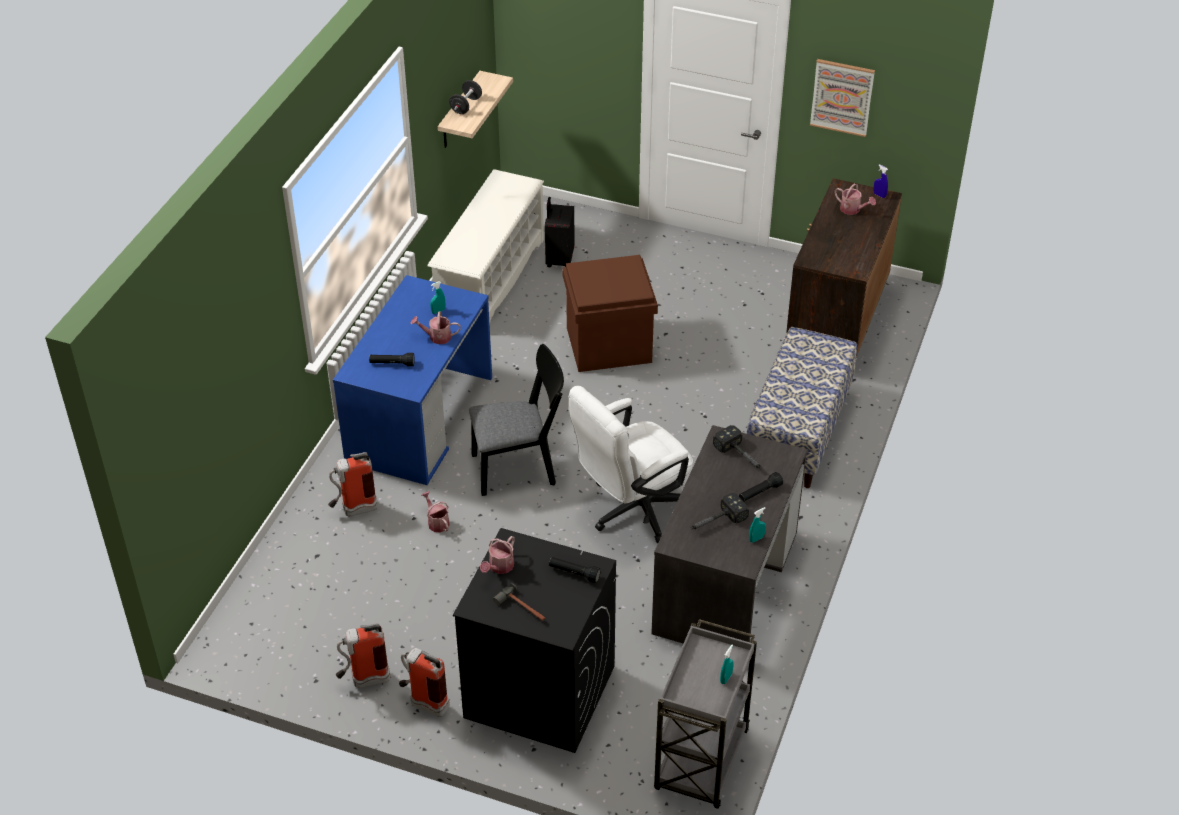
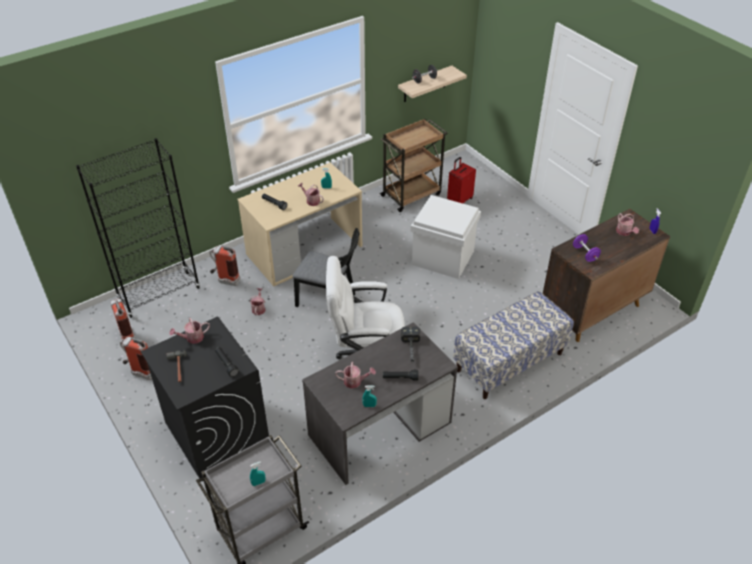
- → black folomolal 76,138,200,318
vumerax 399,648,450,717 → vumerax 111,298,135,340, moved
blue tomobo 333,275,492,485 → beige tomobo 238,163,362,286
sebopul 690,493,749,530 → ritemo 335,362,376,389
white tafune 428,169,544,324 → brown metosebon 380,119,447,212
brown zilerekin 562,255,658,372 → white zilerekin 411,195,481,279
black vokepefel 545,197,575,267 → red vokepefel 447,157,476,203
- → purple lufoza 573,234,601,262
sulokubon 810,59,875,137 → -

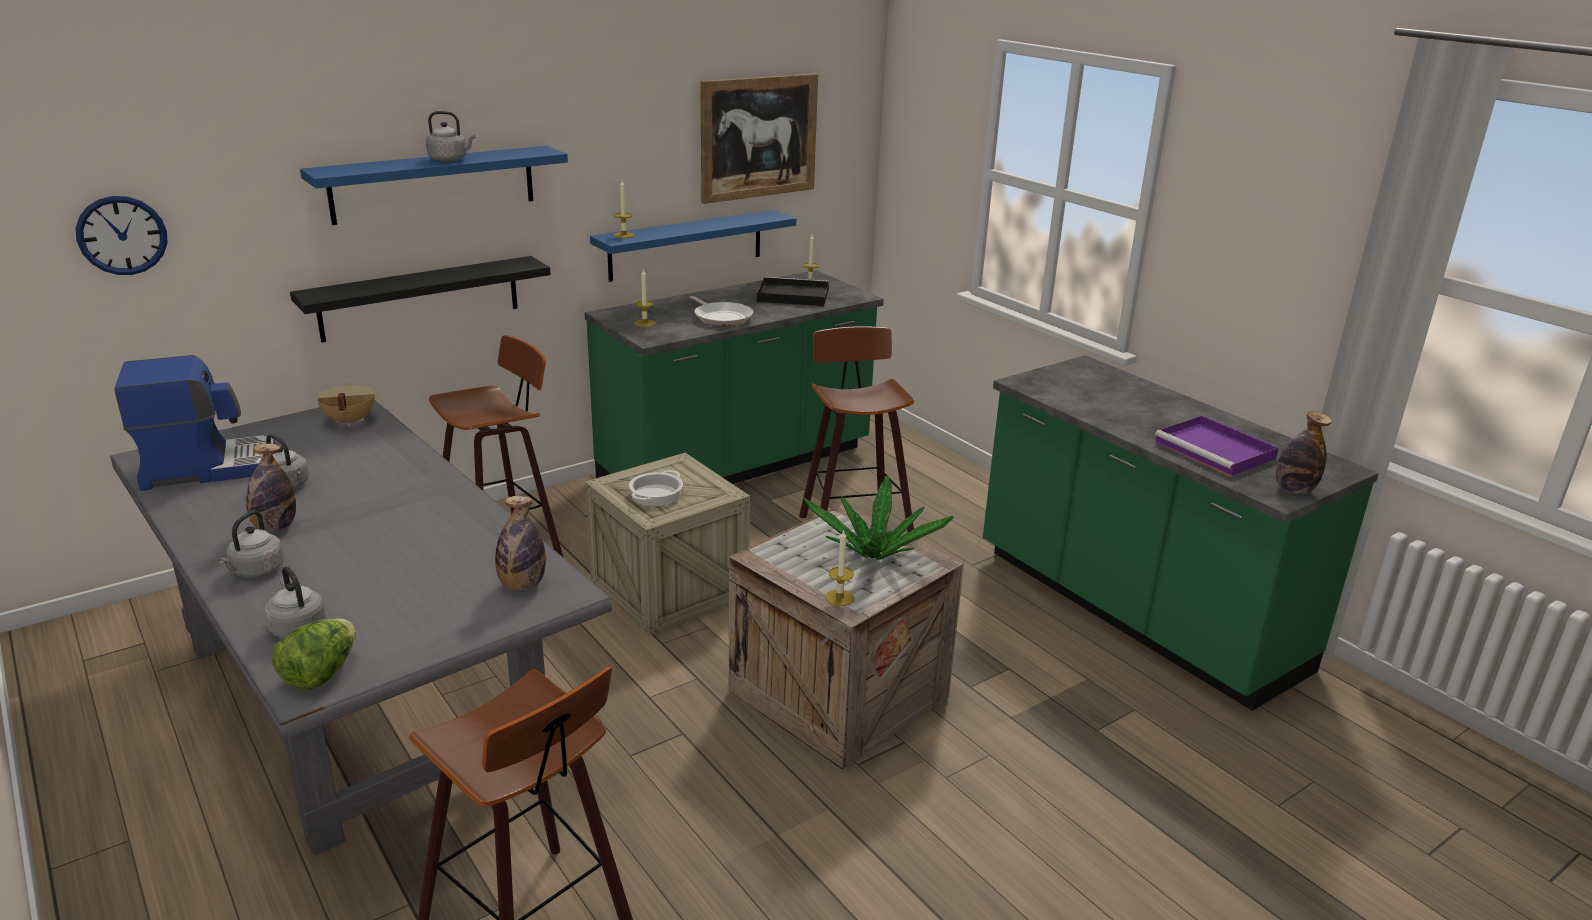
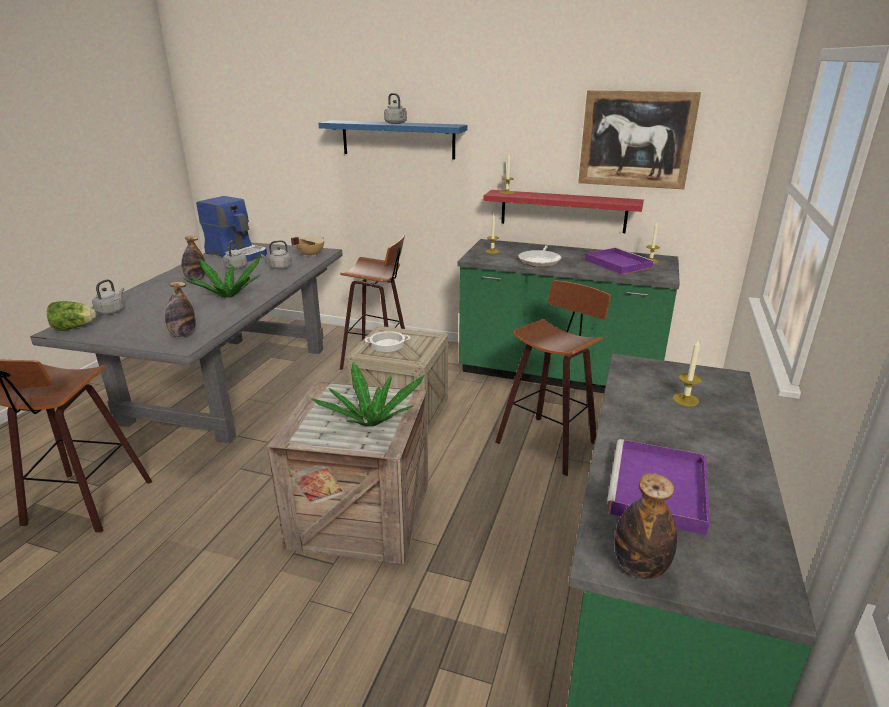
- → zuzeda 184,257,261,298
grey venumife 218,510,284,578 → grey venumife 261,240,292,269, moved
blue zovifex 590,210,796,282 → red zovifex 483,190,644,233
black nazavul 757,277,829,306 → purple nazavul 585,248,655,275
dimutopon 825,529,854,606 → dimutopon 673,340,702,407, moved
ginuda 76,196,167,275 → -
black zovifex 290,256,551,343 → -

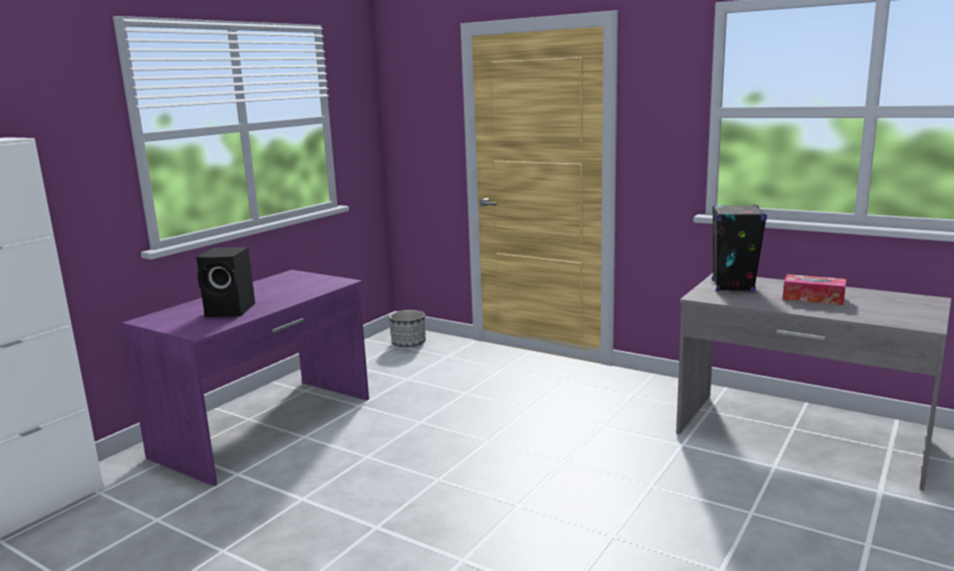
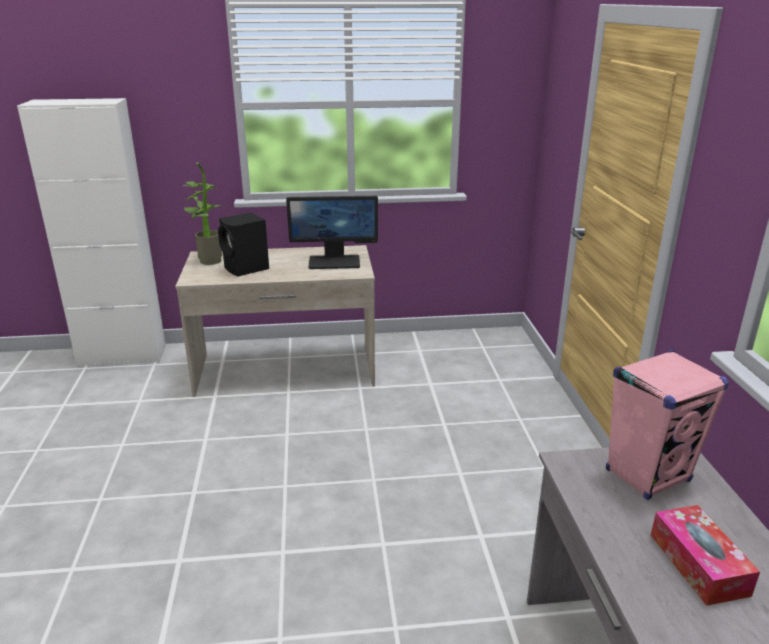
purple tomobo 122,270,369,486 → beige tomobo 175,245,375,397
- → zuzeda 182,162,222,265
- → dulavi 286,196,378,269
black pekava 712,204,767,292 → pink pekava 606,350,729,500
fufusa 389,310,426,347 → -

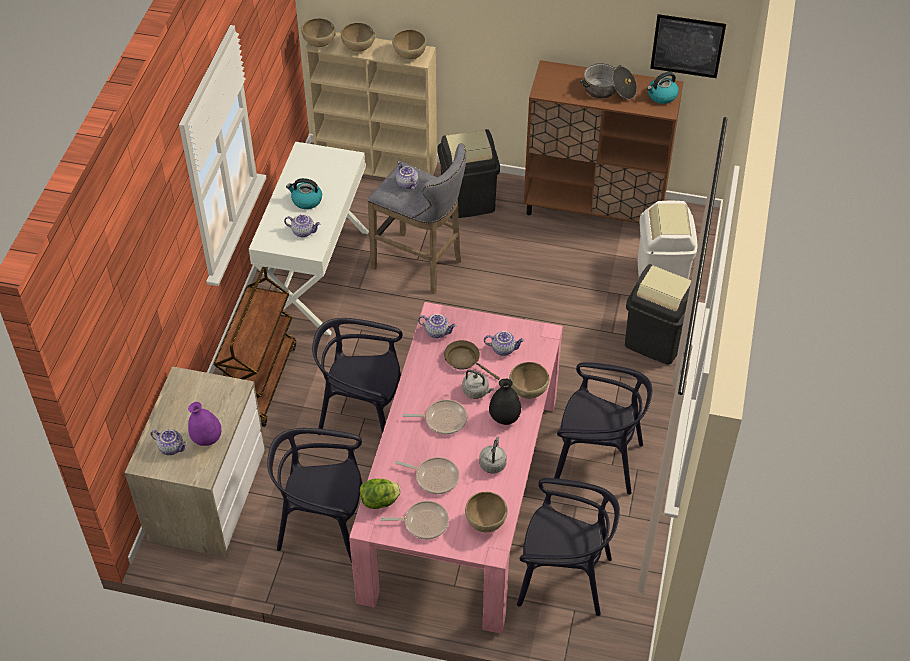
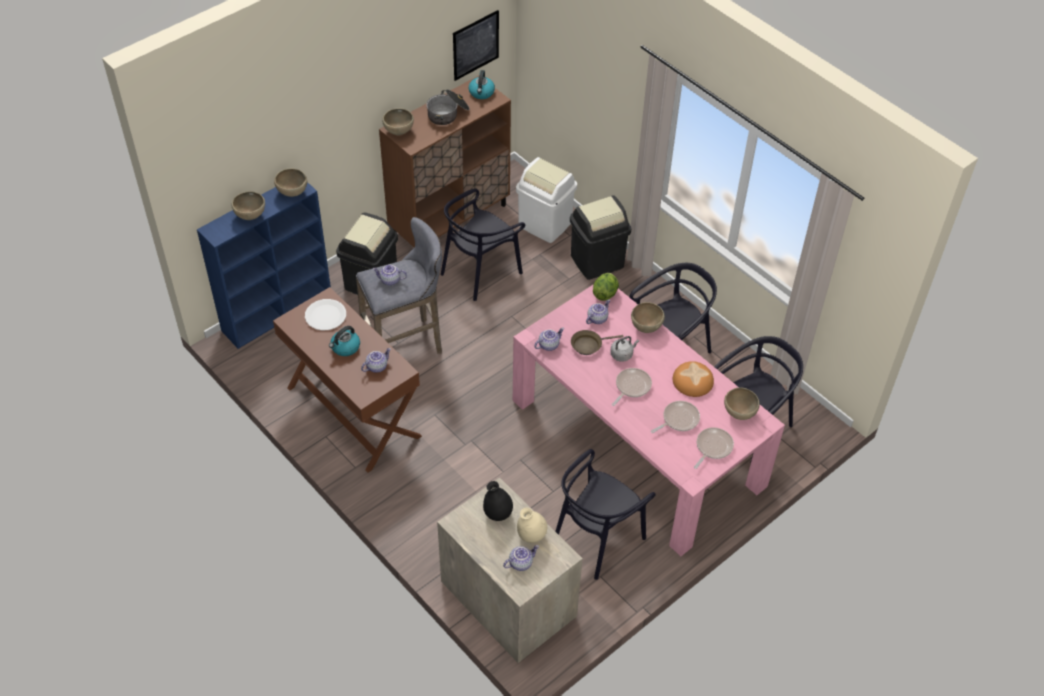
beige folomolal 305,32,437,178 → blue folomolal 197,182,331,349
white tomobo 249,142,369,335 → brown tomobo 273,287,422,472
- → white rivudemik 305,299,346,330
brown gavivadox 301,18,336,47 → brown gavivadox 382,108,414,135, moved
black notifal 312,318,403,435 → black notifal 441,188,525,301, moved
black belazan 489,379,521,425 → black belazan 483,481,513,521, moved
purple belazan 188,402,221,446 → beige belazan 517,508,547,543
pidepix 360,479,401,509 → pidepix 593,273,619,301, moved
grey venumife 479,437,507,474 → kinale 673,361,714,397
brown metosebon 213,267,296,427 → -

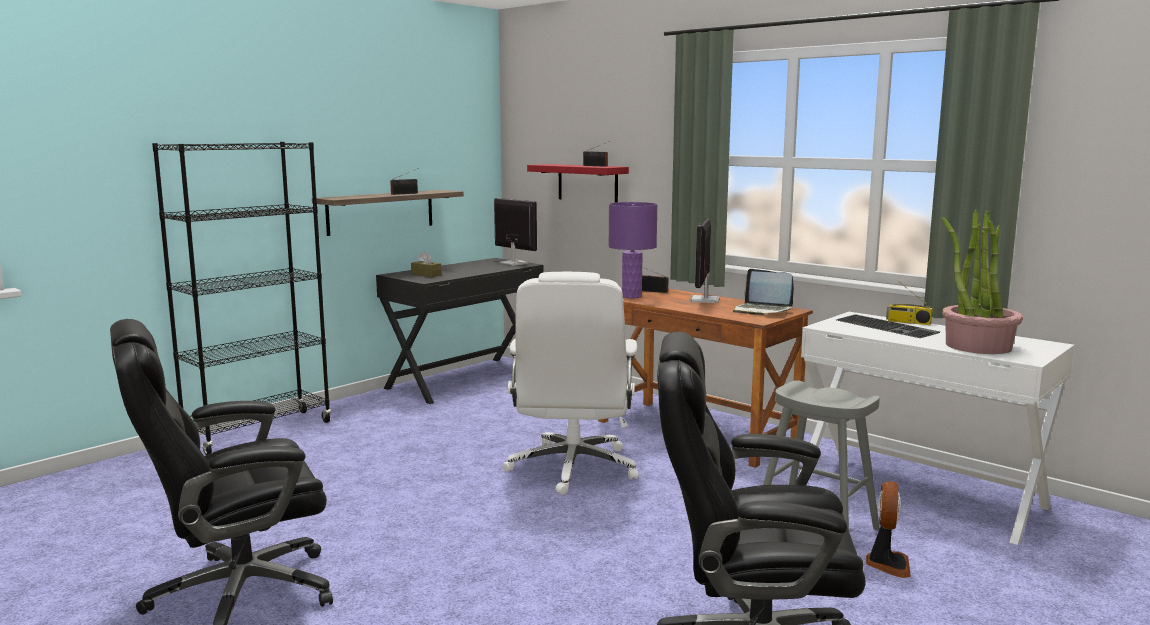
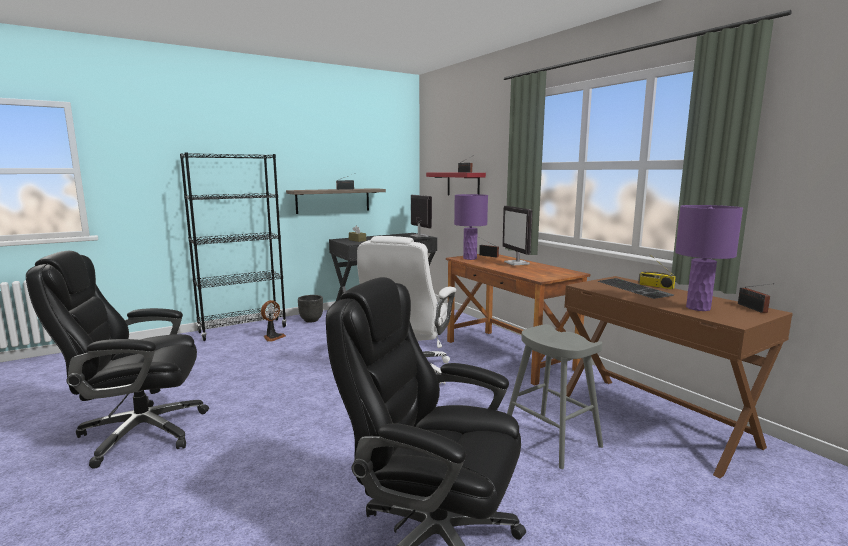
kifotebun 866,481,911,578 → kifotebun 261,300,286,342, moved
- → black fufusa 298,295,323,323
dulavi 689,218,720,303 → dulavi 502,206,532,265, 45 degrees counterclockwise
white tomobo 798,312,1075,545 → brown tomobo 564,276,793,479
zuzeda 942,210,1023,354 → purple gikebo 675,205,743,311
- → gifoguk 738,283,774,313
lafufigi 733,269,794,315 → -

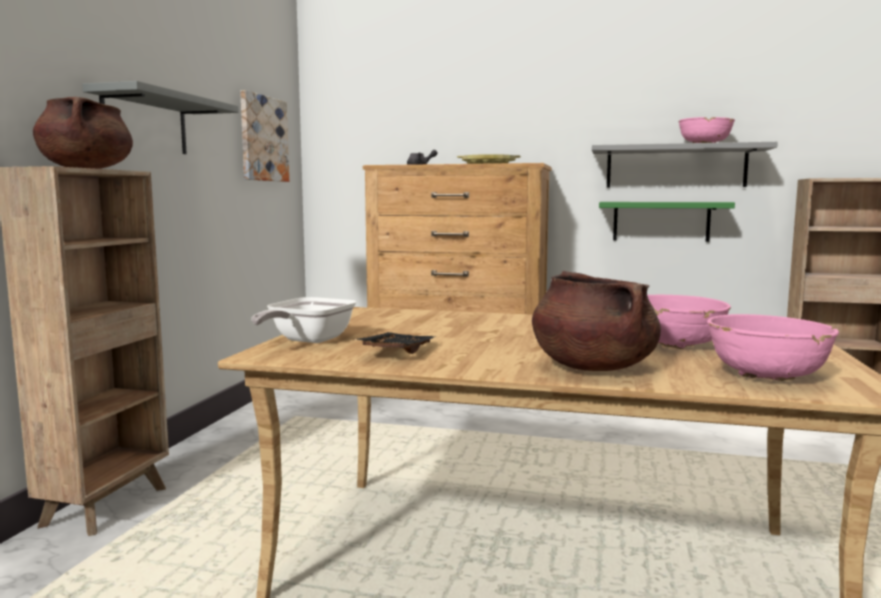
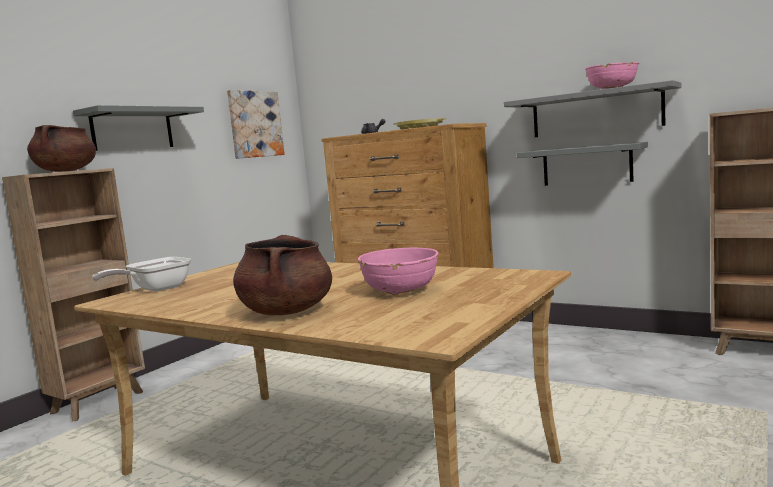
green zovifex 599,202,735,242 → grey zovifex 516,142,648,186
black nazavul 354,332,435,354 → -
pink gavivadox 707,314,839,381 → -

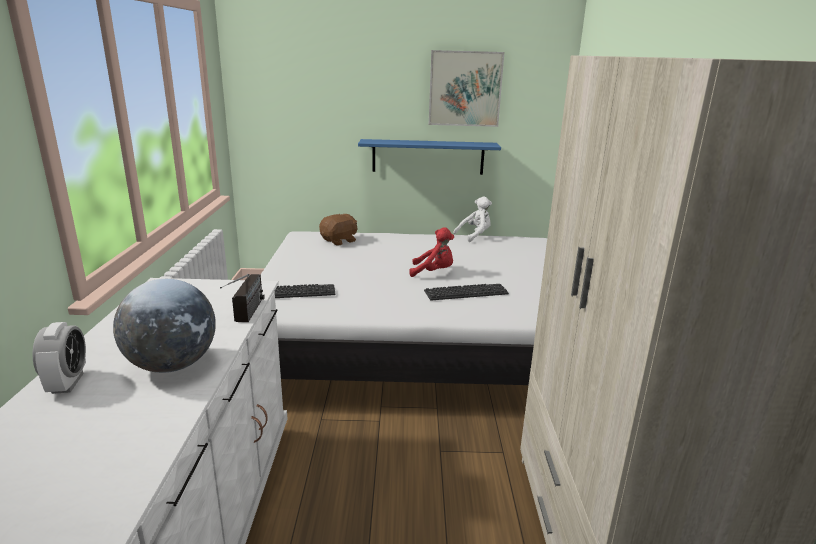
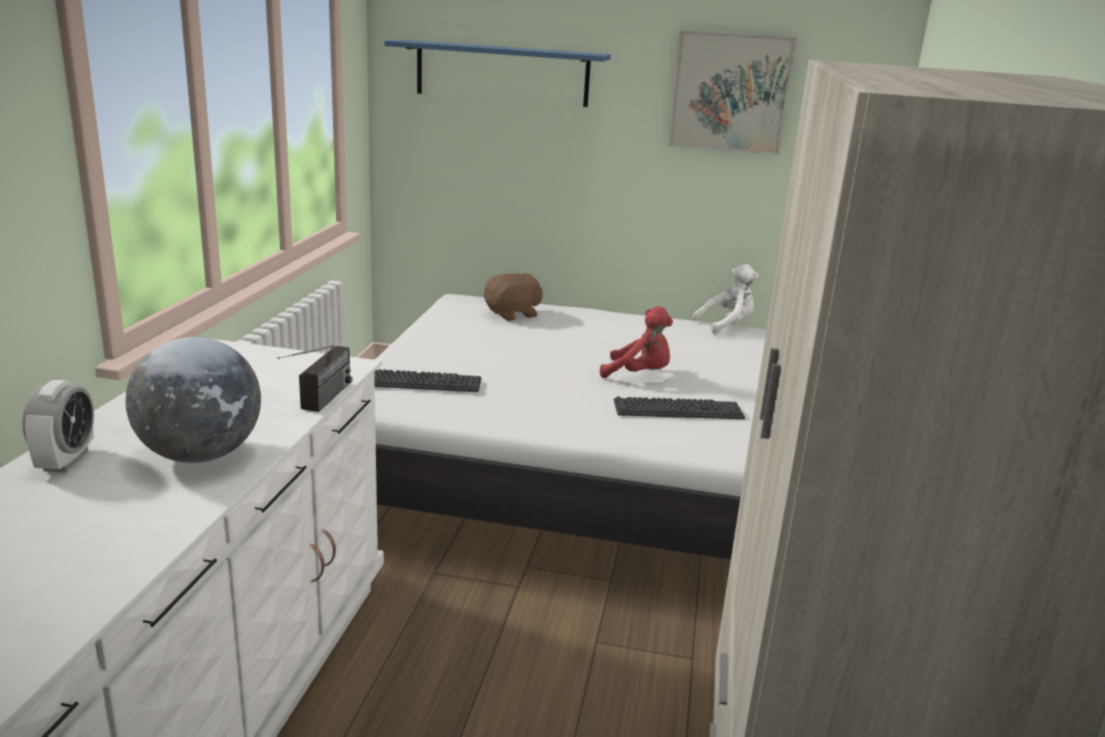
blue zovifex 358,139,501,175 → blue zovifex 384,40,611,107, moved

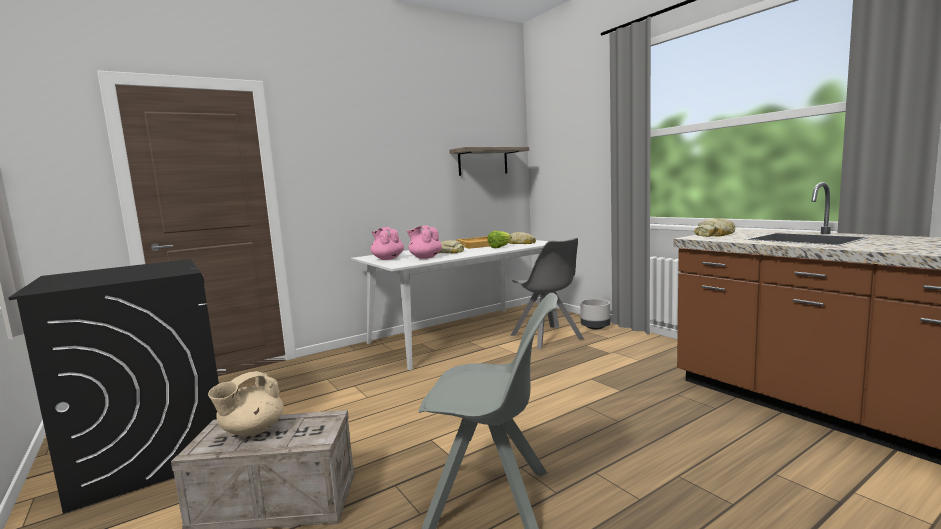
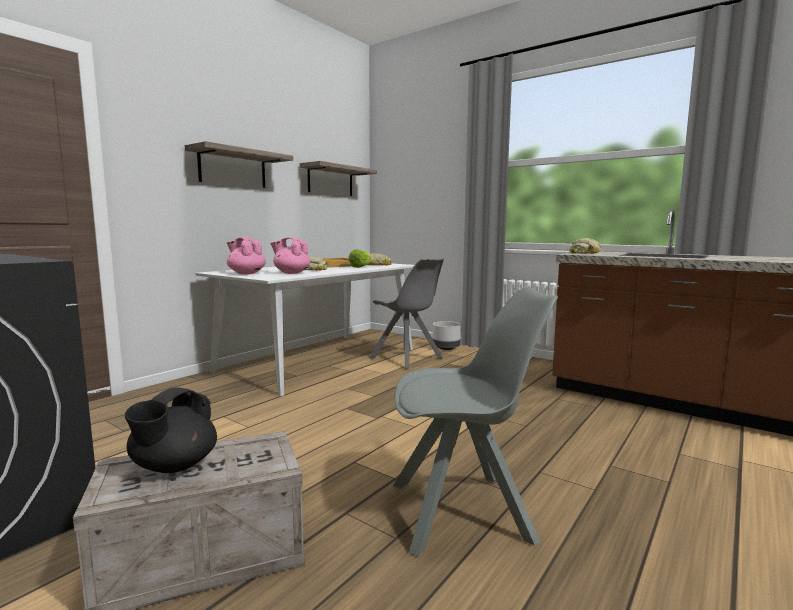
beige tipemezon 208,371,284,437 → black tipemezon 125,387,217,473
- → zovifex 185,141,293,188

